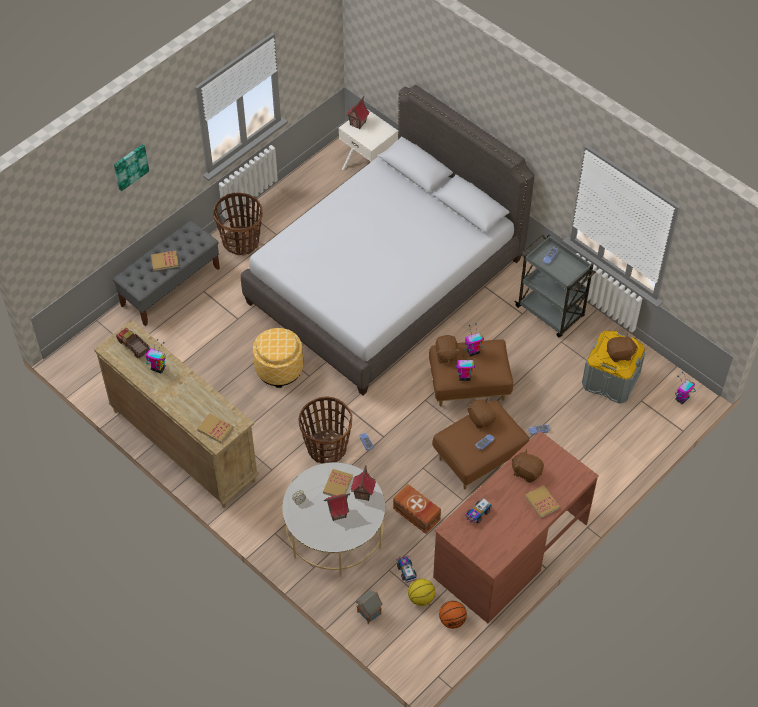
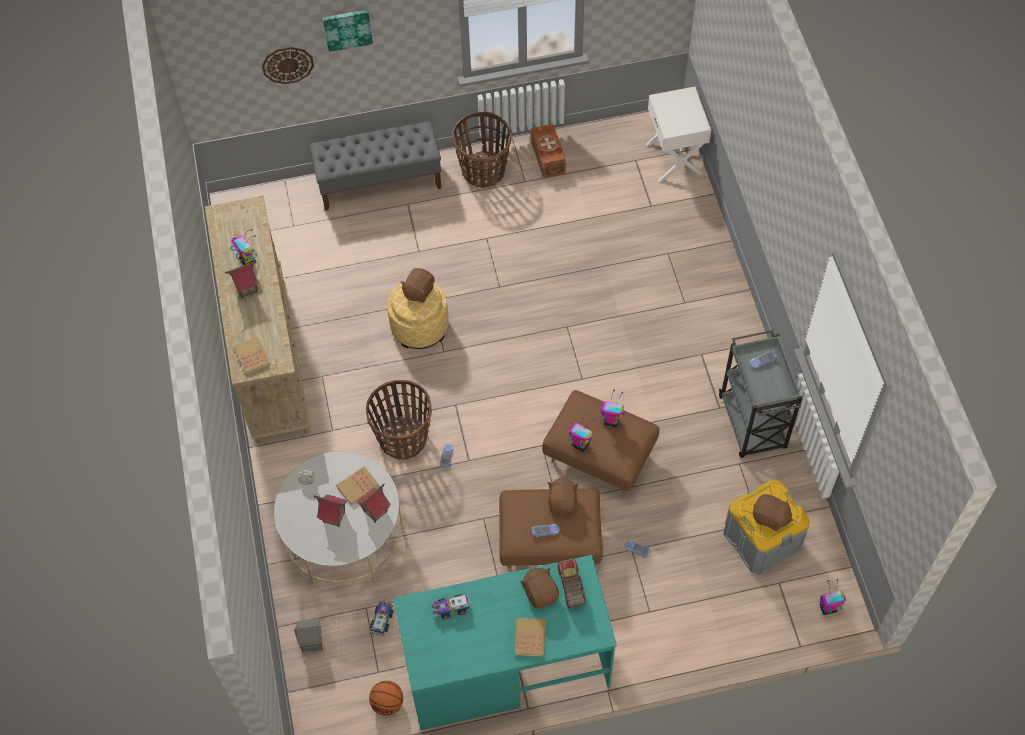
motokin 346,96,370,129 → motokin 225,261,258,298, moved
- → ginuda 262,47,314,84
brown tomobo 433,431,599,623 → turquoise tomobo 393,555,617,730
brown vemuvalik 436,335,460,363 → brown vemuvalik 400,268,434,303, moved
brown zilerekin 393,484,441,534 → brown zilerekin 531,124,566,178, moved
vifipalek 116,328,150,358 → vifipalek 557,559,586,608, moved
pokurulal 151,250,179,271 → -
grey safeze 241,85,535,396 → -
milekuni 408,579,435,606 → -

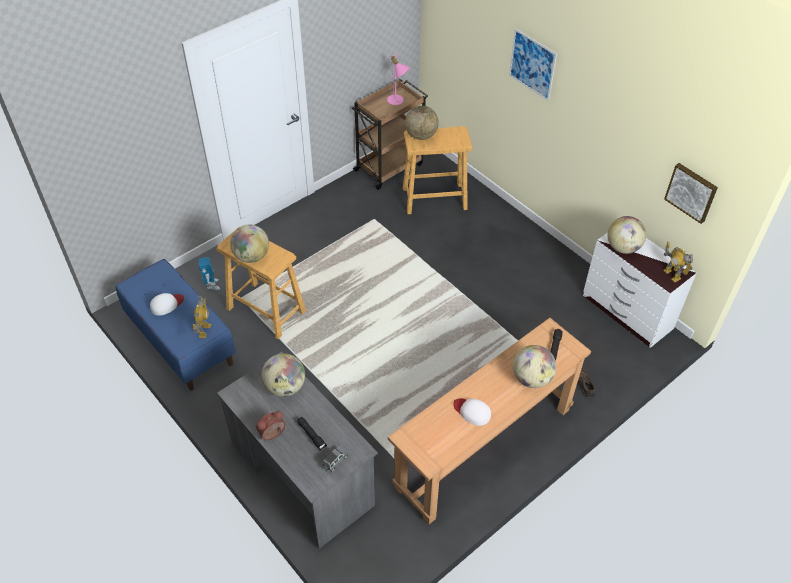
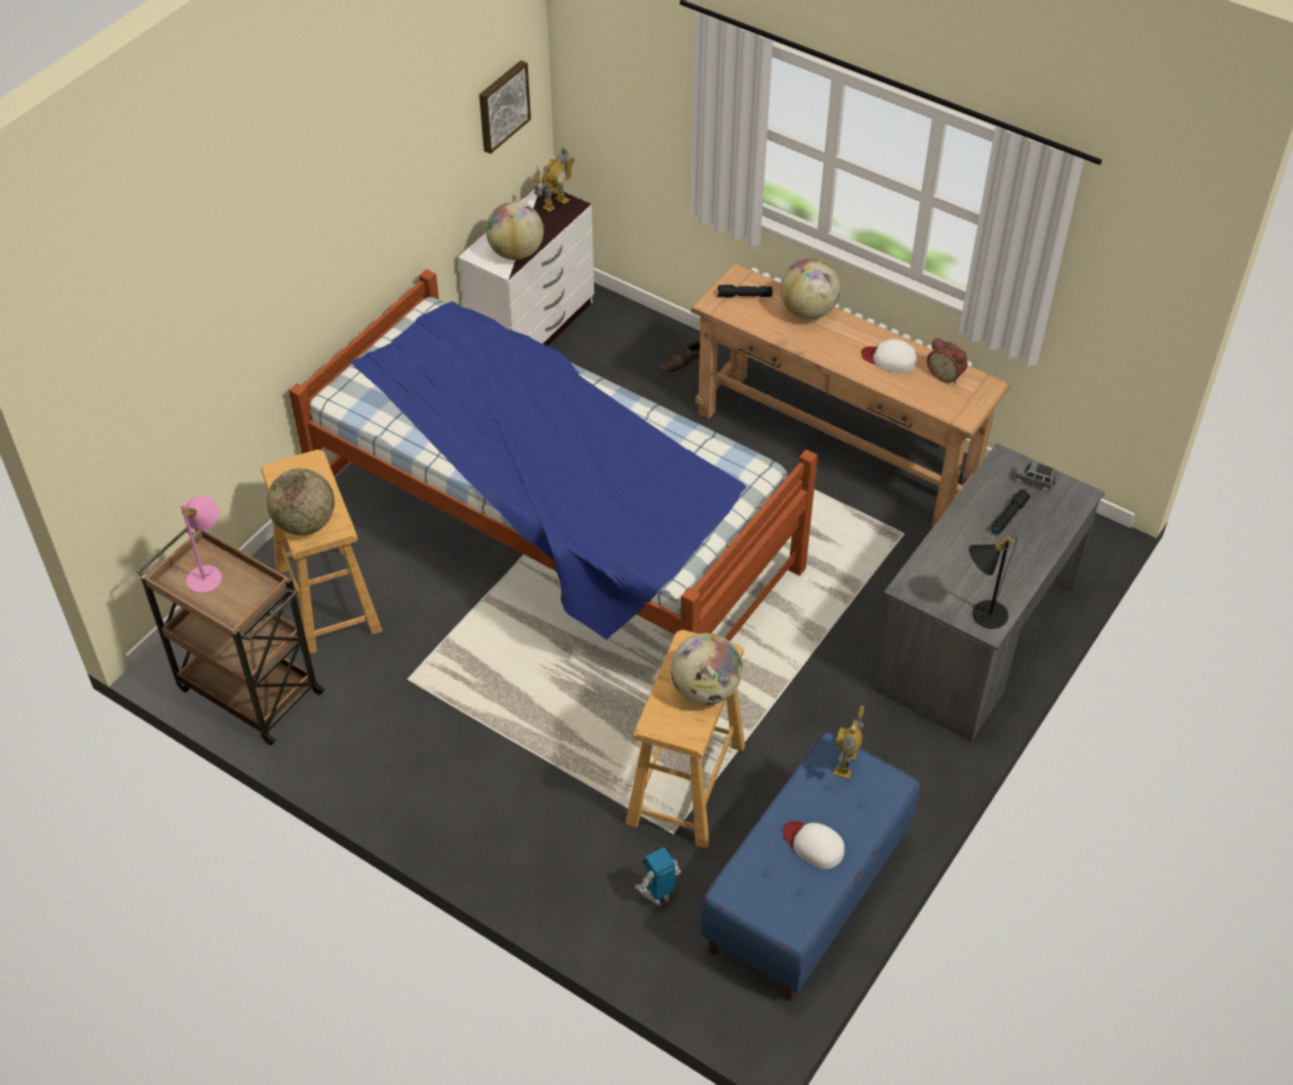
- → safeze 289,269,818,641
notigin 193,296,211,338 → notigin 833,705,864,780, 60 degrees counterclockwise
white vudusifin 453,398,491,426 → white vudusifin 861,339,917,373, 90 degrees clockwise
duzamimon 256,411,286,440 → duzamimon 927,338,968,384, moved
- → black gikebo 969,535,1017,629
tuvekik 261,353,305,397 → -
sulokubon 509,29,557,101 → -

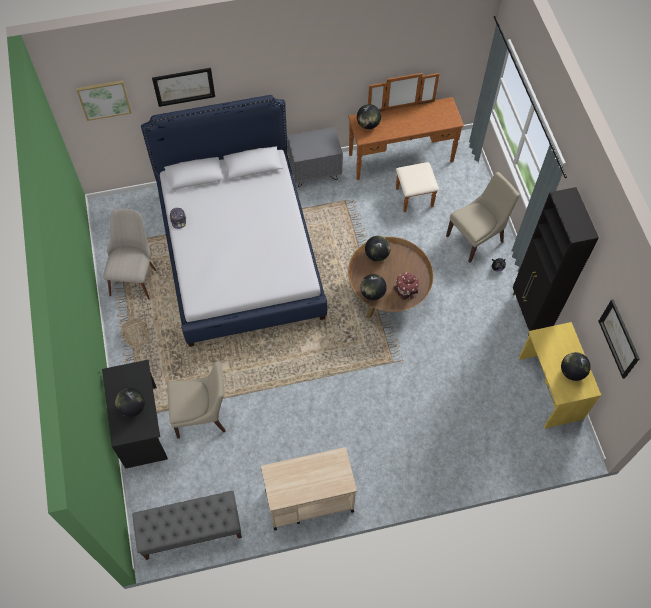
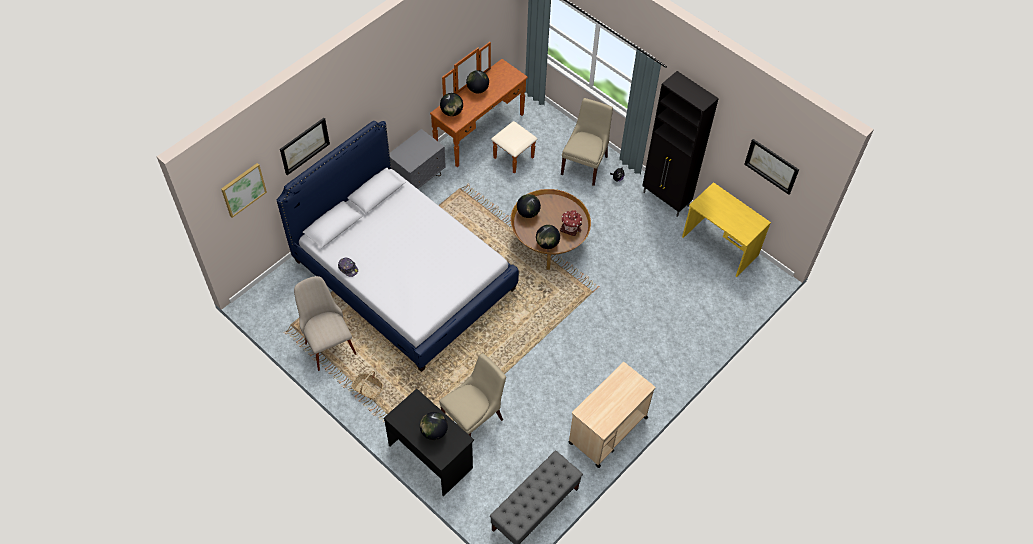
tuvekik 561,352,591,381 → tuvekik 466,70,489,94, moved

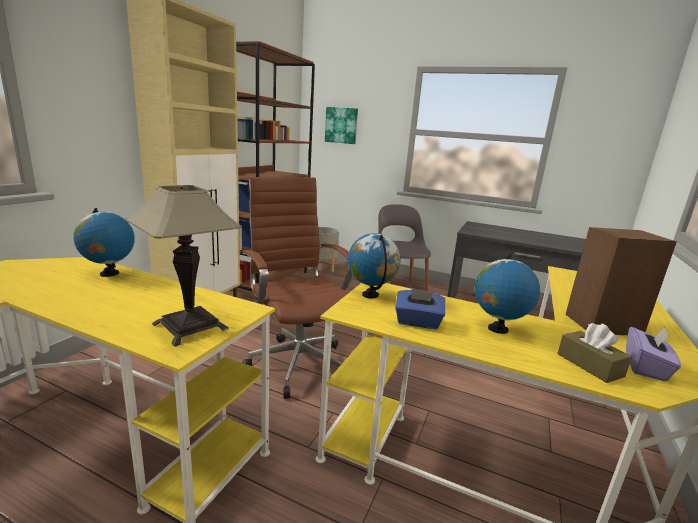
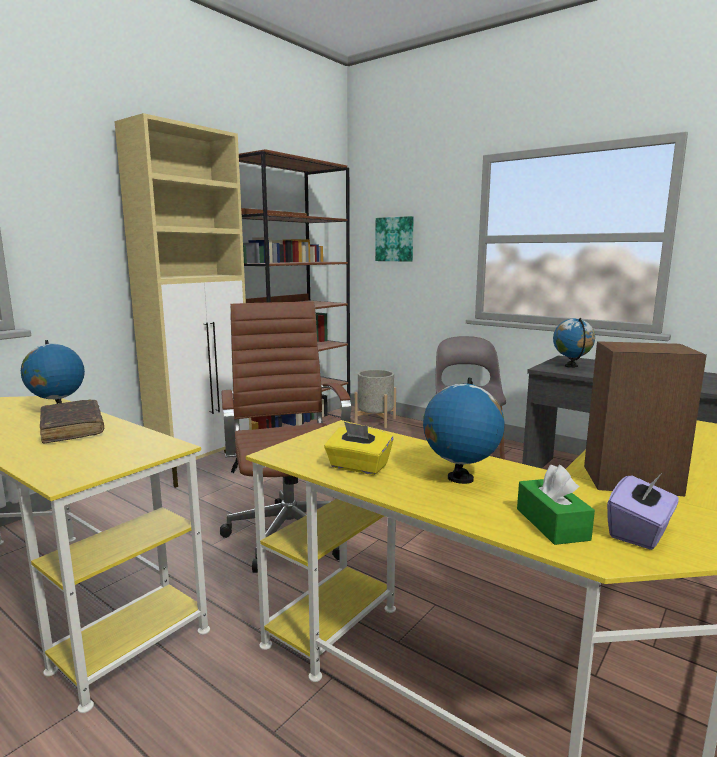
- → brown pokurulal 40,400,104,444
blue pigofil 395,288,445,329 → yellow pigofil 324,422,393,475
brown pigofil 557,323,632,383 → green pigofil 517,465,595,545
tuvekik 348,233,400,298 → tuvekik 553,318,595,368, moved
gikebo 125,185,242,347 → -

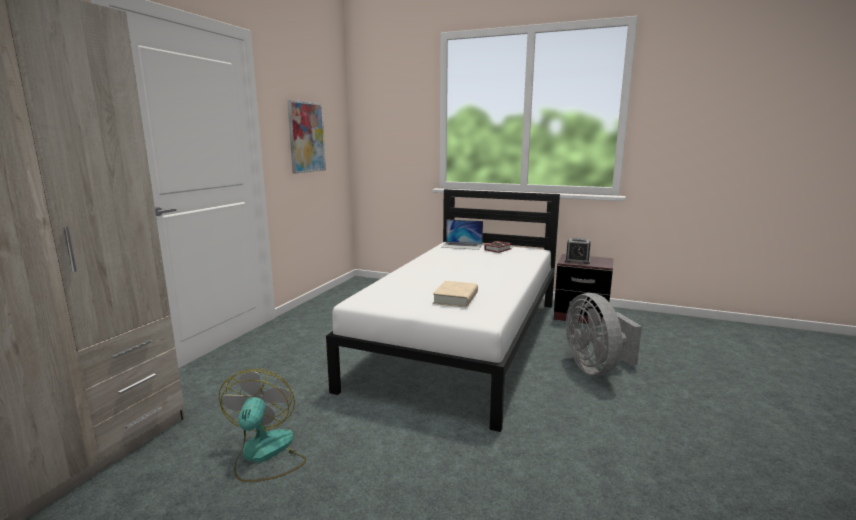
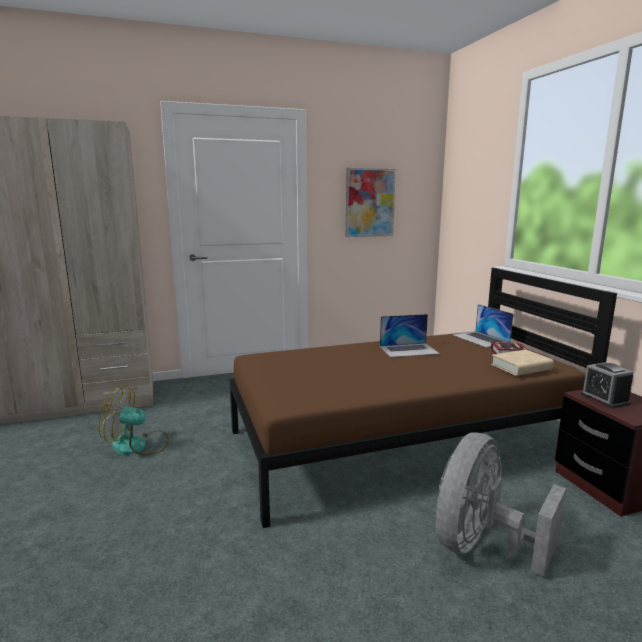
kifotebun 219,369,306,482 → kifotebun 98,384,169,456, 135 degrees counterclockwise
white safeze 326,189,560,432 → brown safeze 229,268,617,528
- → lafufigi 380,314,440,357
beige pokurulal 433,281,478,307 → beige pokurulal 491,350,554,376, moved

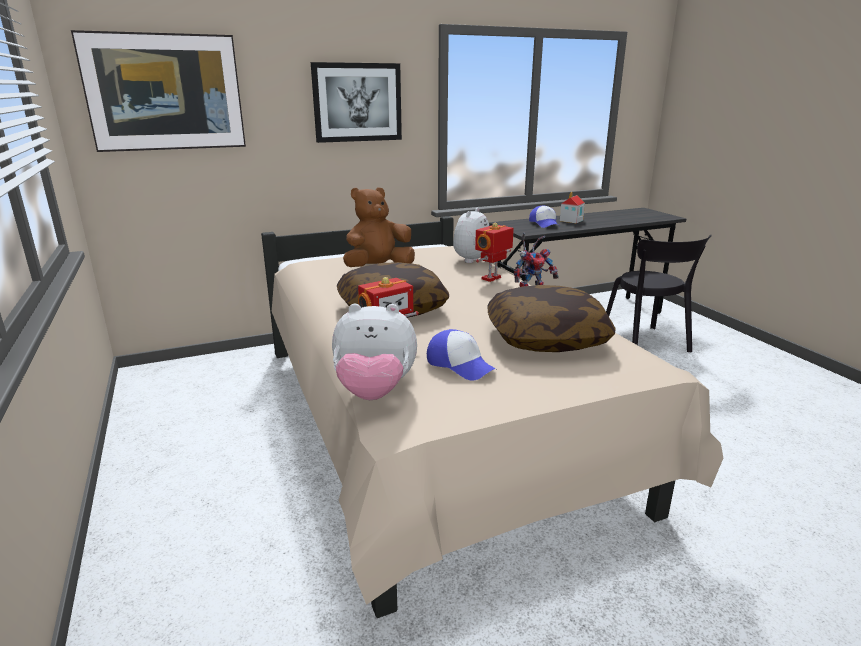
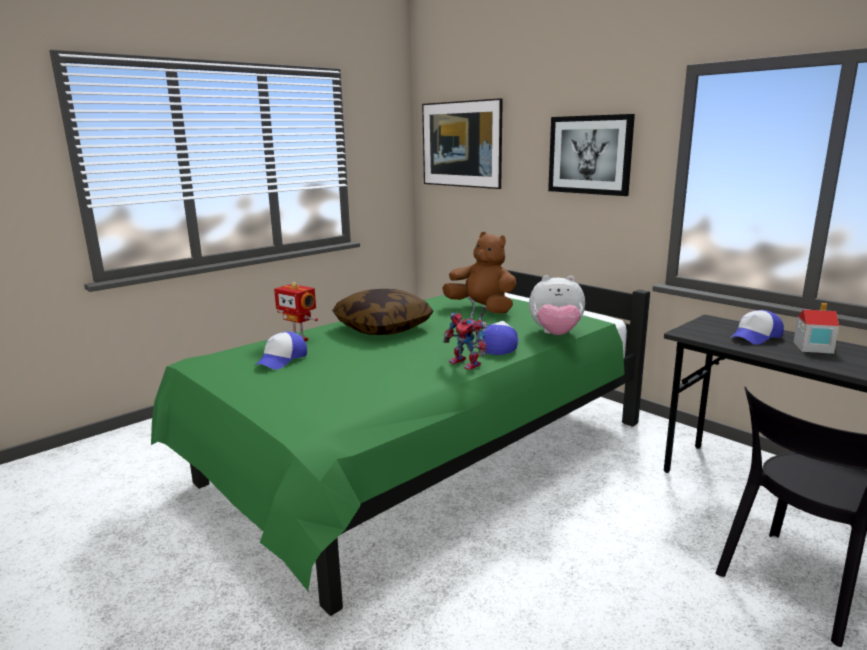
beige safeze 261,216,723,618 → green safeze 151,270,650,616
notigin 475,223,514,282 → vudusifin 479,321,519,355
vemuvalik 332,304,417,400 → -
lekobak 487,285,616,352 → -

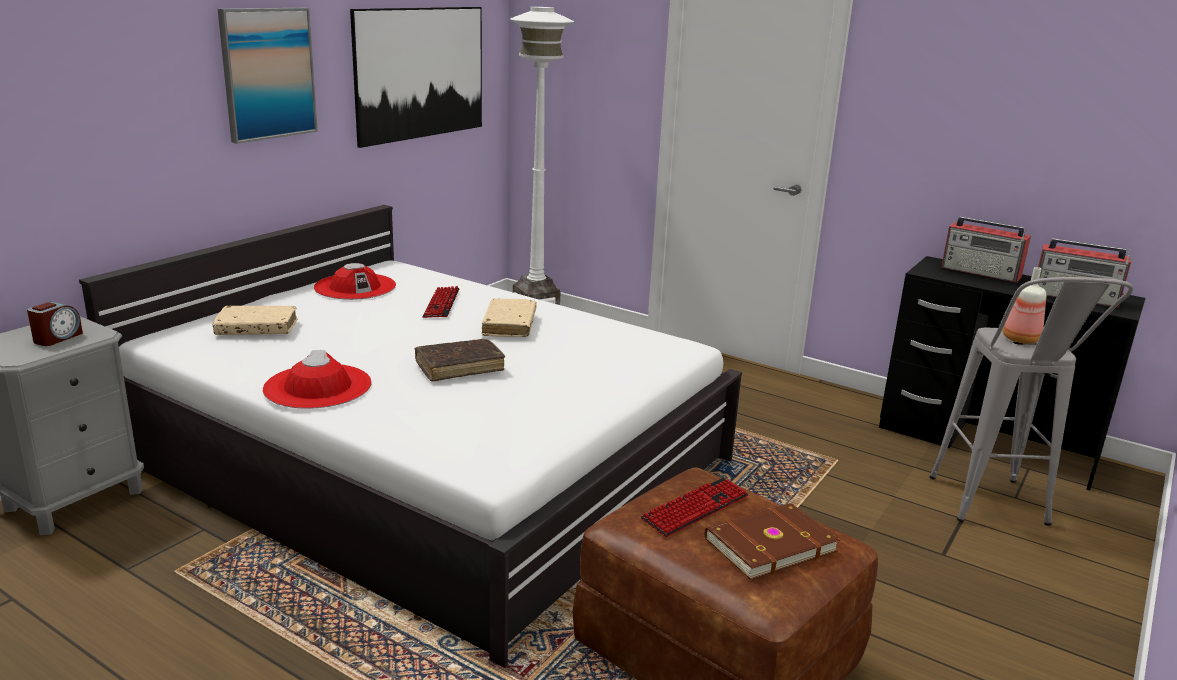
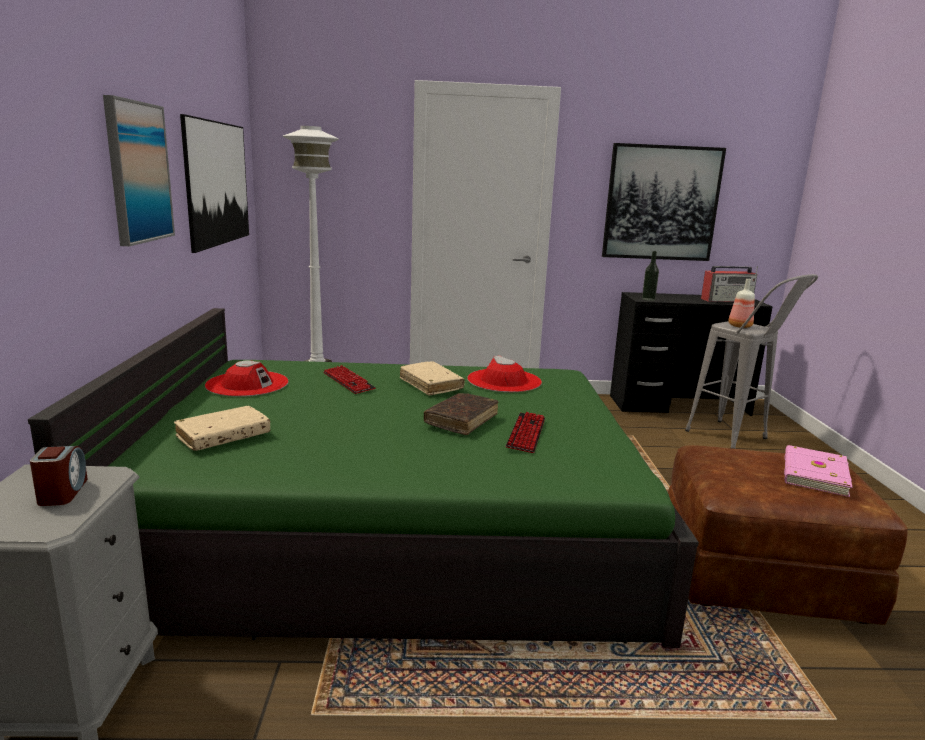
white safeze 79,205,742,668 → green safeze 28,308,699,648
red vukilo 263,350,372,409 → red vukilo 467,355,542,392, moved
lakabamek 641,478,748,537 → lakabamek 506,412,545,453, moved
- → sulokubon 602,143,726,261
- → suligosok 642,251,659,301
brown pokurulal 705,503,840,580 → pink pokurulal 784,445,852,497
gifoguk 941,217,1031,283 → -

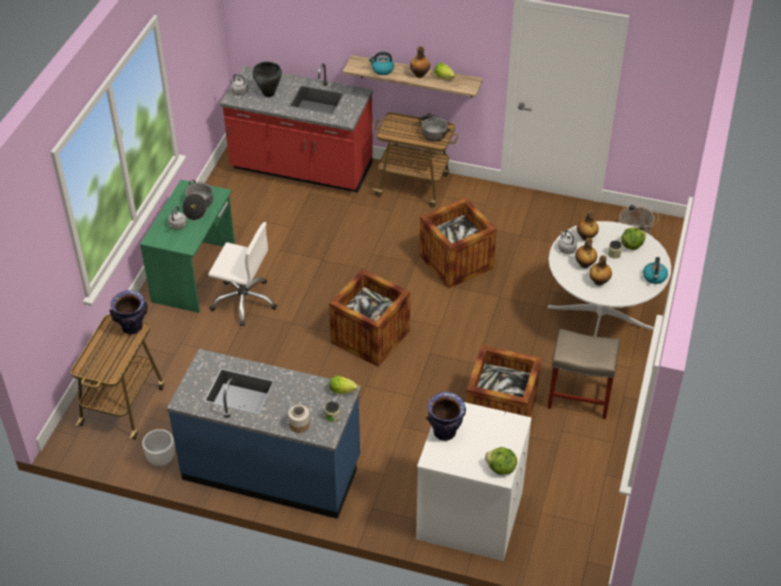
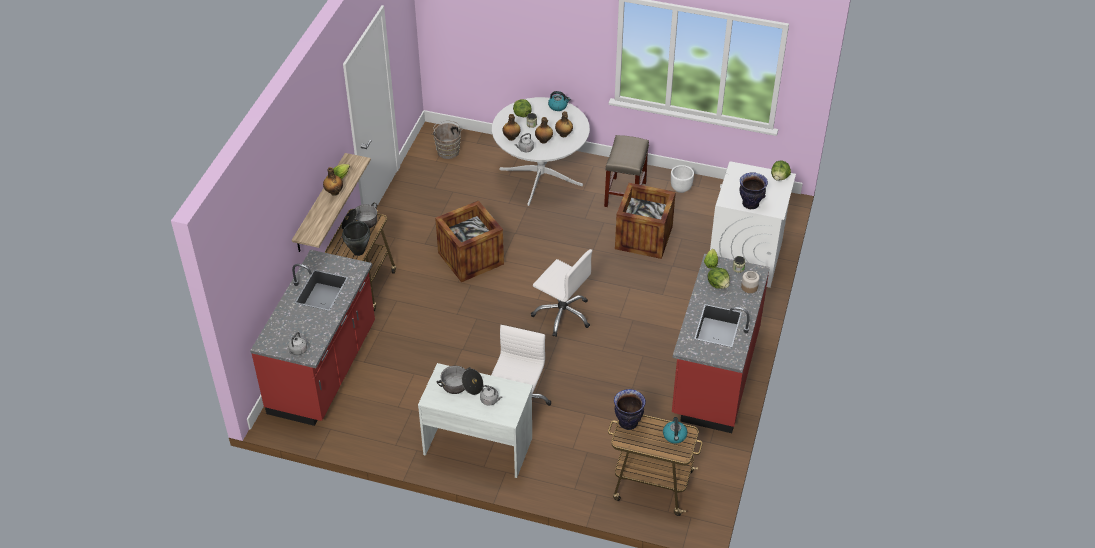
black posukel 252,62,282,97 → black posukel 342,221,370,256, moved
green tomobo 140,180,235,313 → white tomobo 418,363,533,478
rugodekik 329,269,410,366 → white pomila 531,249,592,337
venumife 368,52,394,75 → venumife 663,417,688,444, moved
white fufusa 142,429,175,466 → white fufusa 671,165,694,193, moved
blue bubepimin 167,349,361,519 → red bubepimin 672,254,770,433
- → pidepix 708,267,730,289

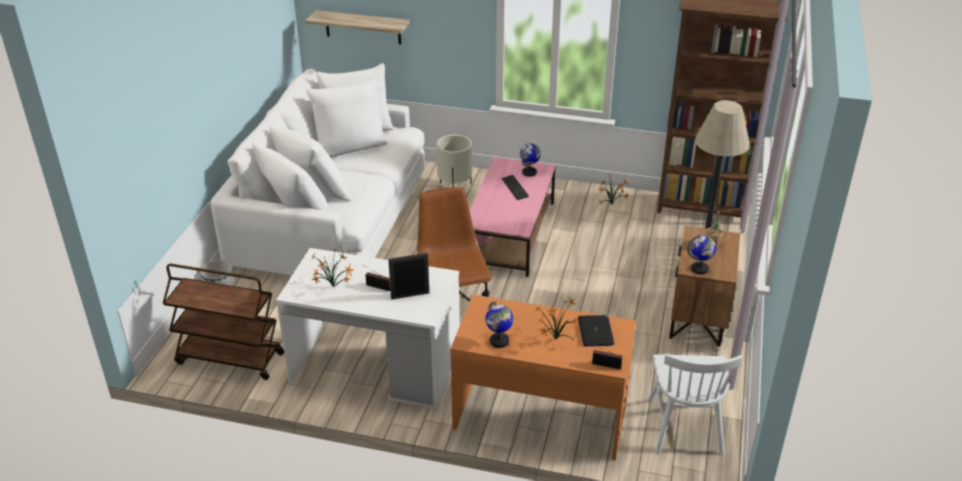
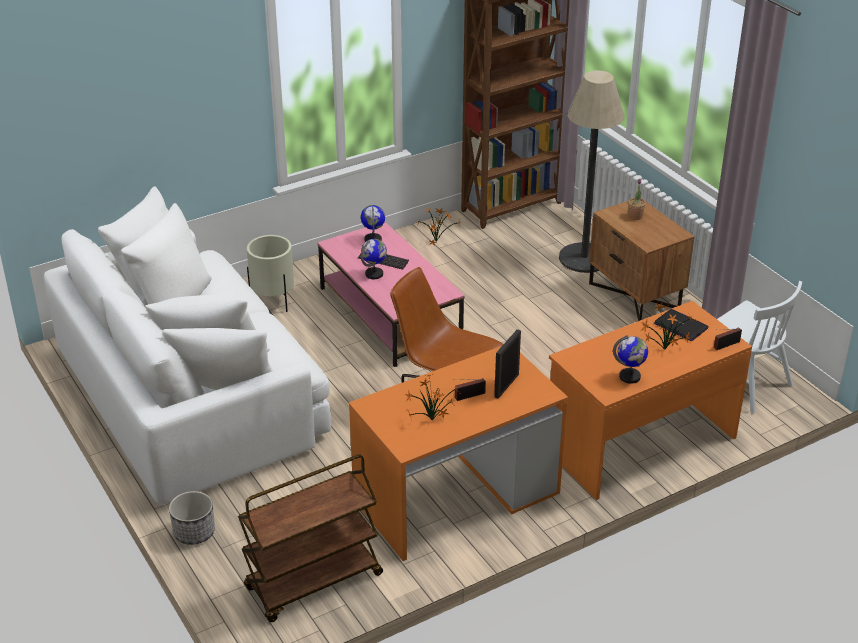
white tomobo 276,248,460,409 → orange tomobo 349,345,568,561
tuvekik 687,235,716,274 → tuvekik 361,239,387,279, moved
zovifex 305,10,410,45 → -

